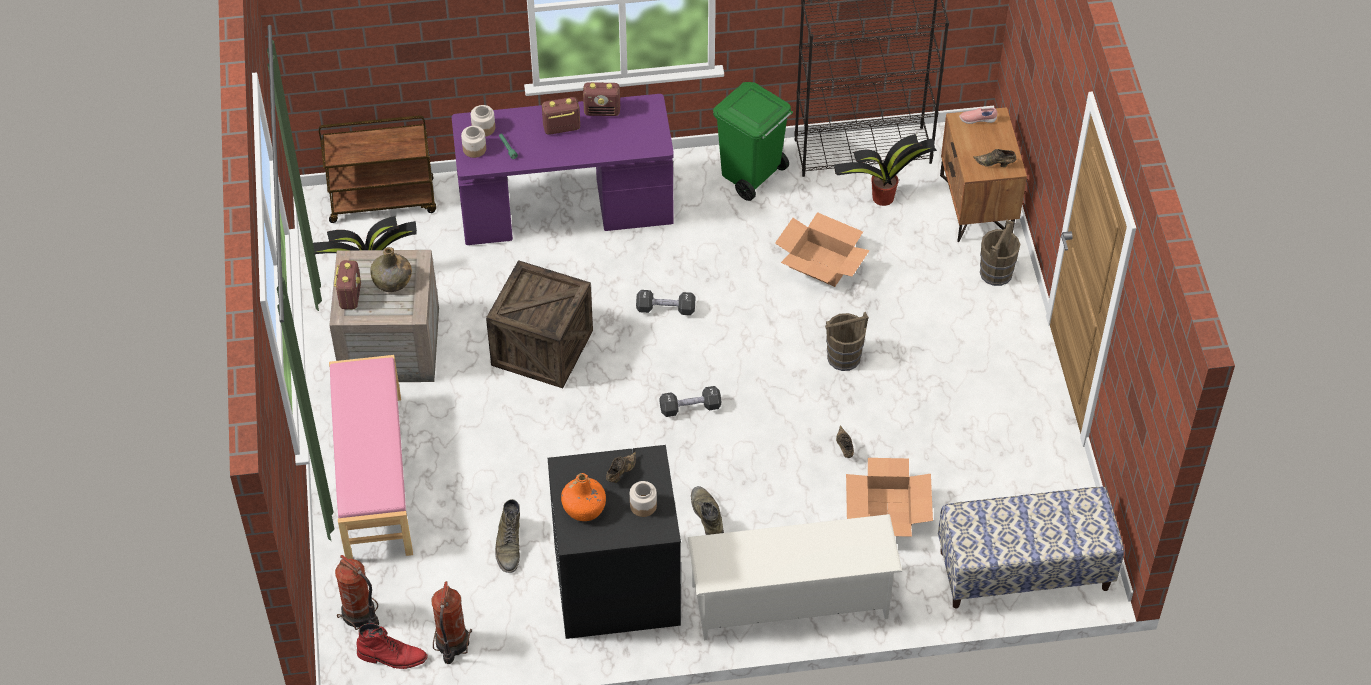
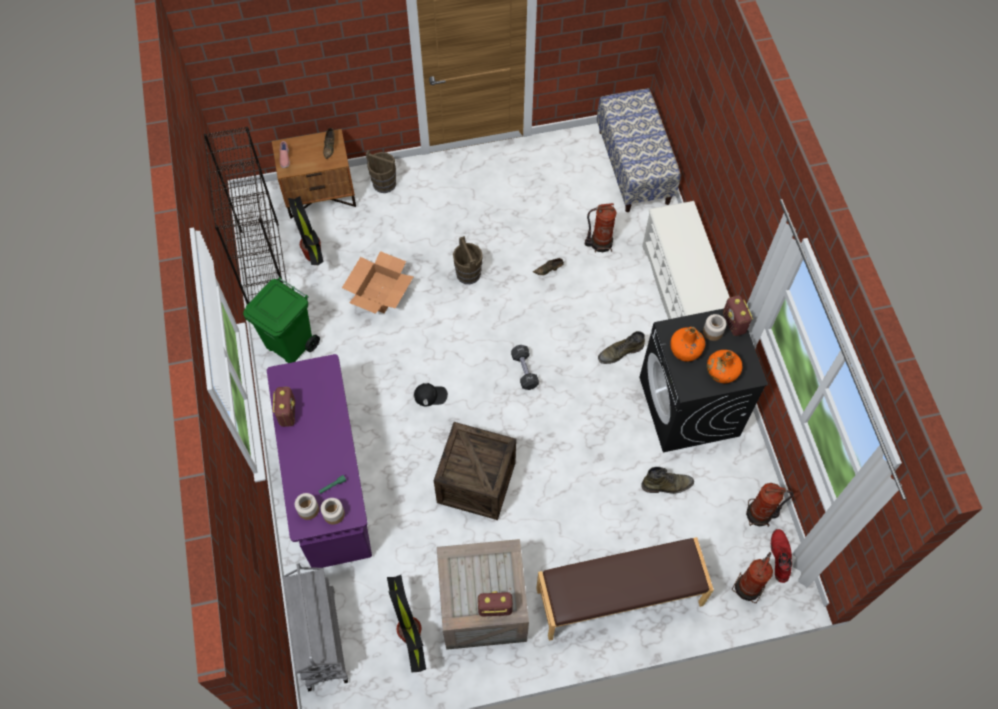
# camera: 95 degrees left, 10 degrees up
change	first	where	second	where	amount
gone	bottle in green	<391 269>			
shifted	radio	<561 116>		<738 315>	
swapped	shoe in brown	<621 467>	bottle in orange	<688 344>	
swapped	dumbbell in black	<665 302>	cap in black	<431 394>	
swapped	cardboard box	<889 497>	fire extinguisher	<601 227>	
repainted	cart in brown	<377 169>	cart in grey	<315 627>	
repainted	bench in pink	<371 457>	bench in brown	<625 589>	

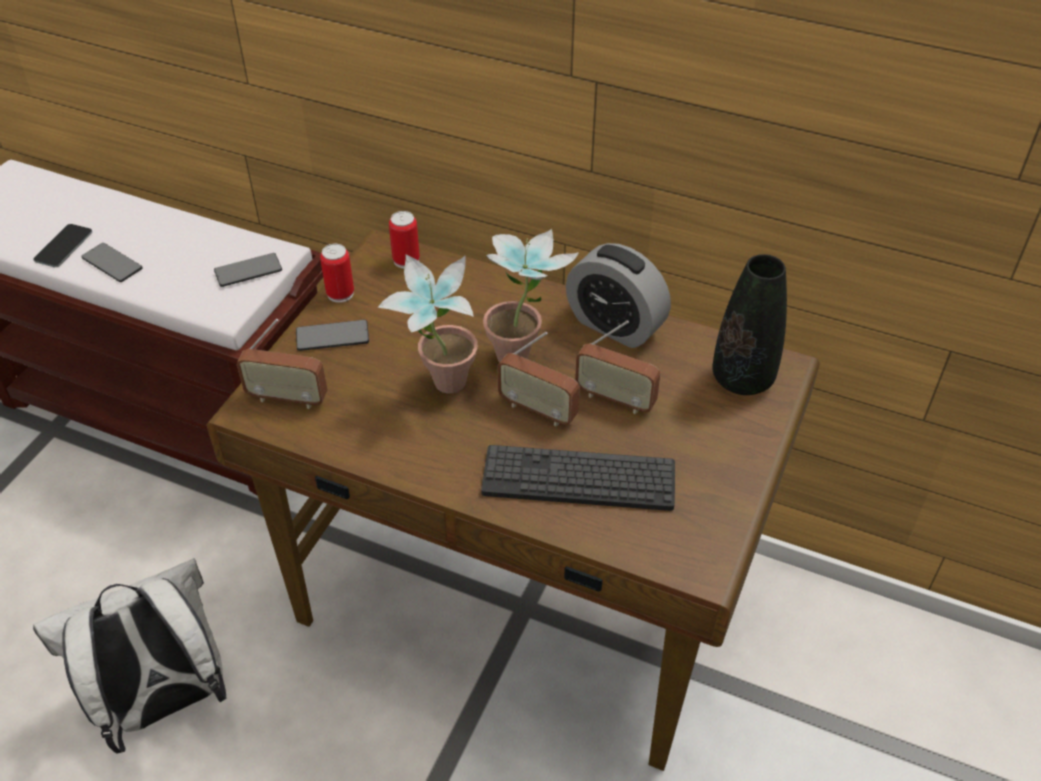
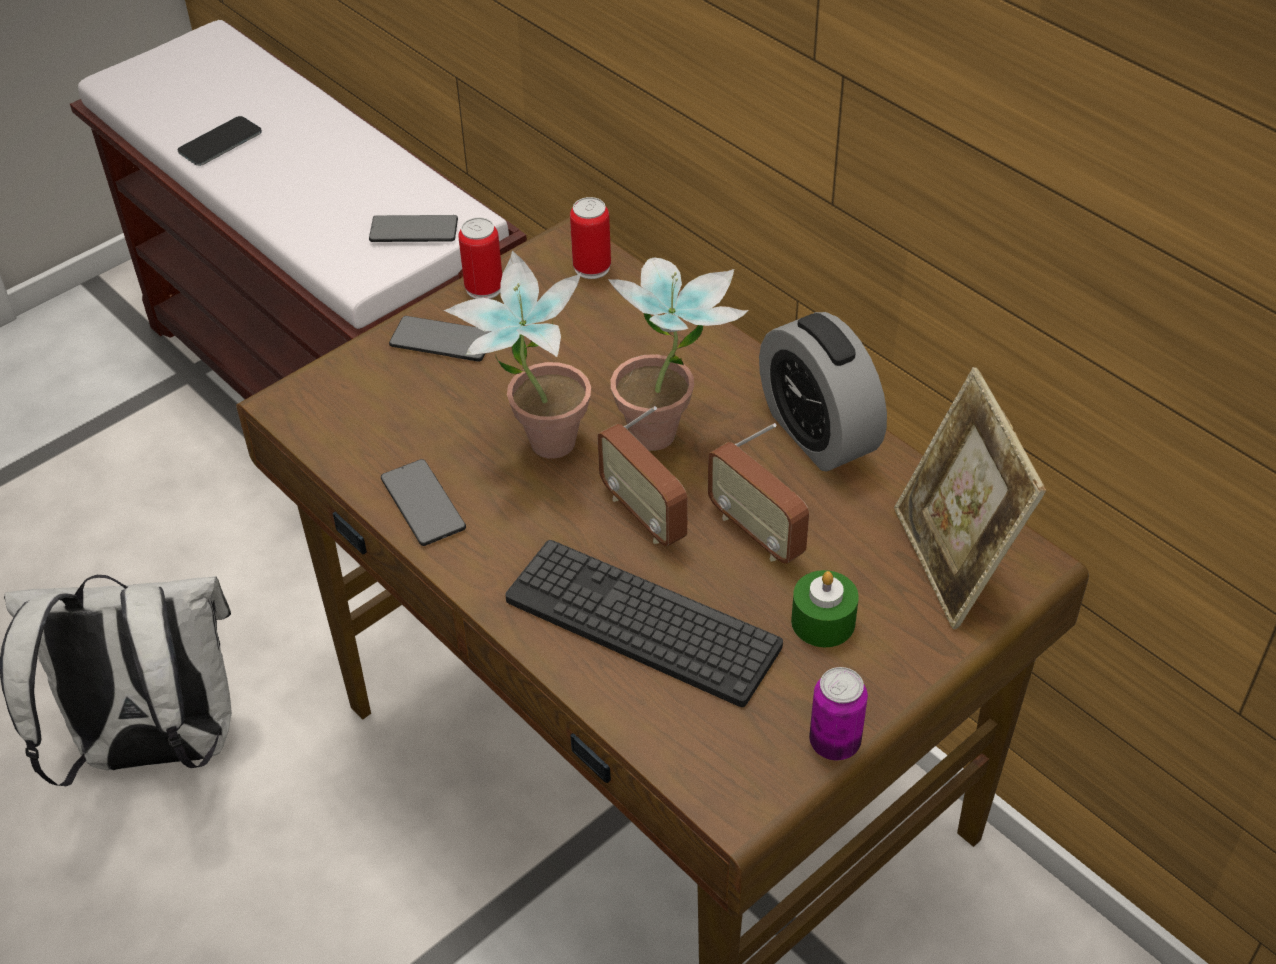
# camera: 25 degrees right, 0 degrees up
change	first	where	second	where	amount
gone	radio	<282 364>			
new			candle in green	<825 608>	
new			can	<838 713>	
shifted	phone	<111 262>		<423 502>	
swapped	vase in black	<749 324>	picture frame	<970 498>	

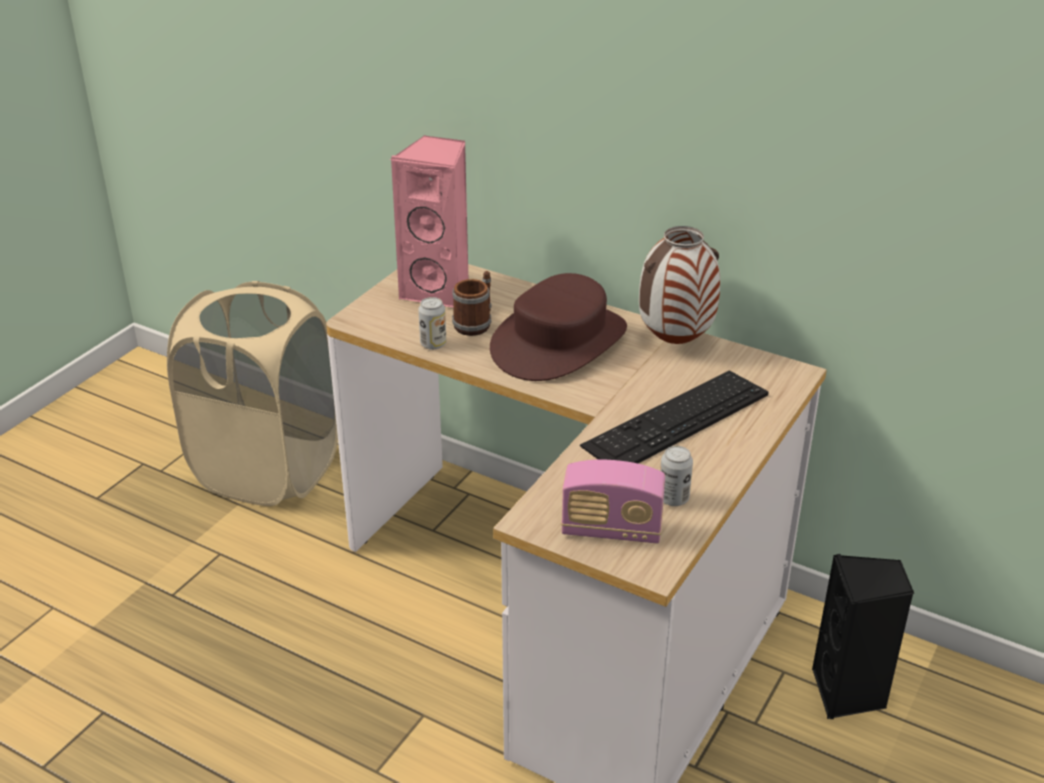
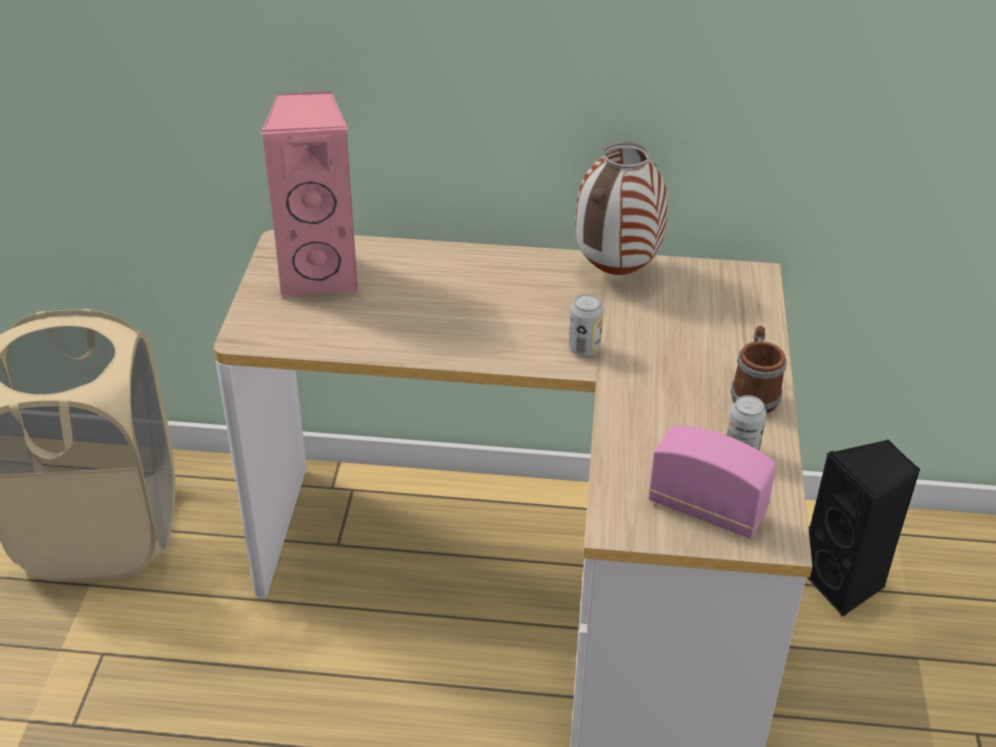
# camera: 25 degrees left, 5 degrees up
change	first	where	second	where	amount
gone	hat in brown	<558 327>			
gone	keyboard	<674 416>			
shifted	can	<432 323>		<586 325>	
shifted	mug	<472 303>		<758 369>	
rotated	radio	<613 501>		<712 482>	135 degrees counterclockwise

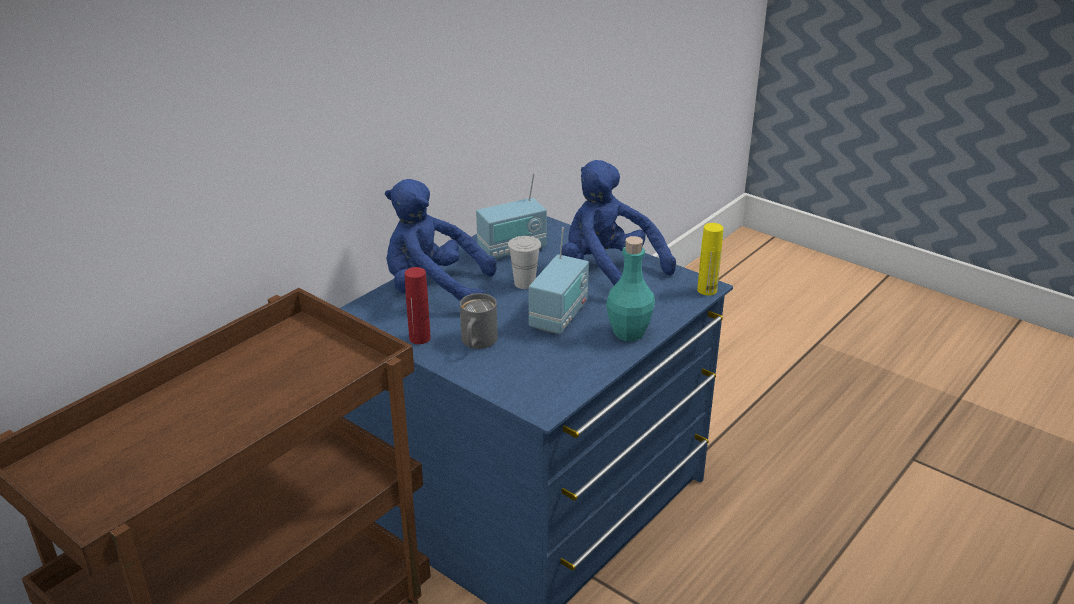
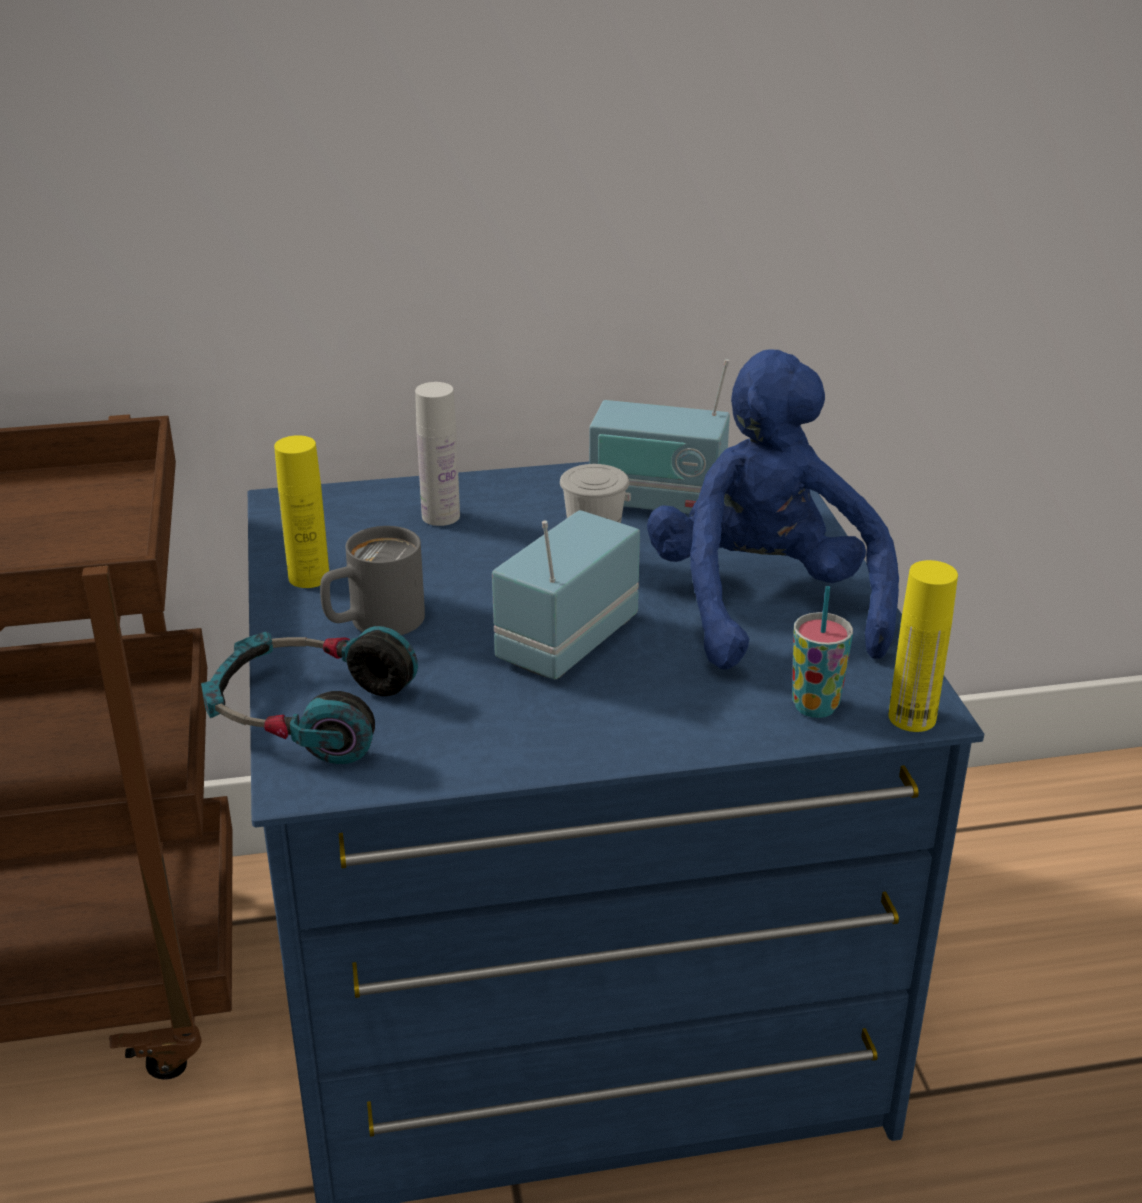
# camera: 40 degrees right, 0 degrees up
change	first	where	second	where	amount
gone	bottle in turquoise	<630 288>			
new			headphones	<309 695>	
new			cup	<822 652>	
swapped	plush toy in blue	<441 240>	bottle in white	<437 454>	
repainted	bottle in red	<418 305>	bottle in yellow	<301 511>	
rotated	radio	<559 280>		<566 595>	150 degrees clockwise

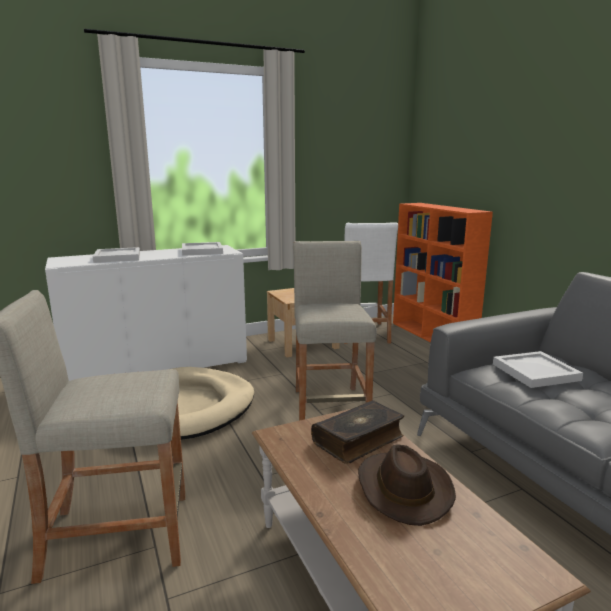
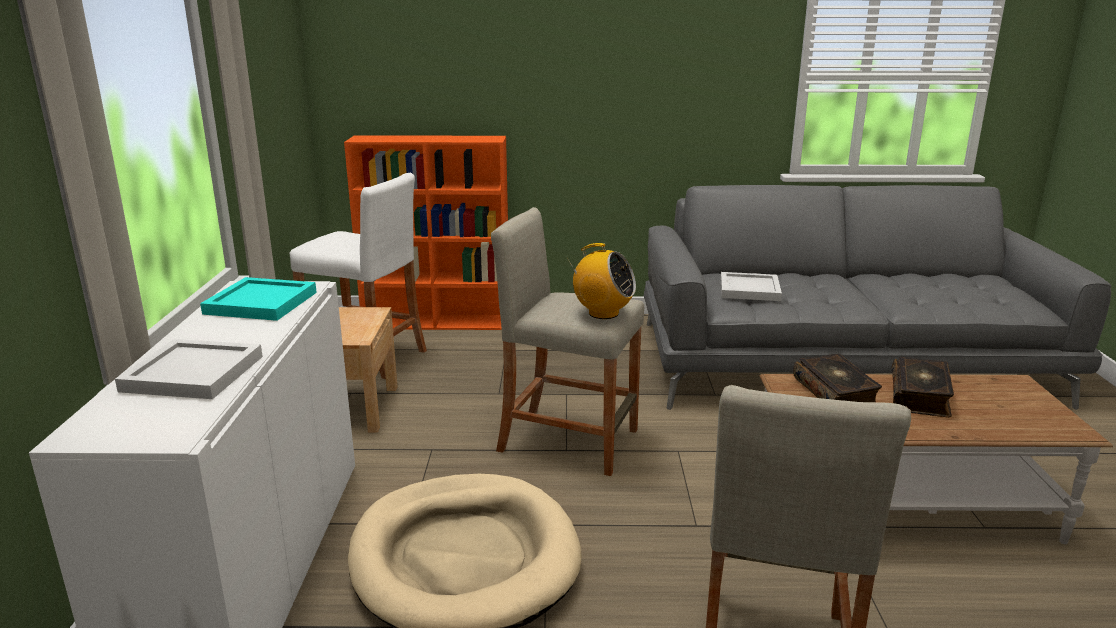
# camera: 65 degrees left, 5 degrees up
change	first	where	second	where	amount
new			radio	<601 281>	
swapped	hat in brown	<407 485>	book	<923 387>	
repainted	tray in white	<202 249>	tray in turquoise	<258 299>	

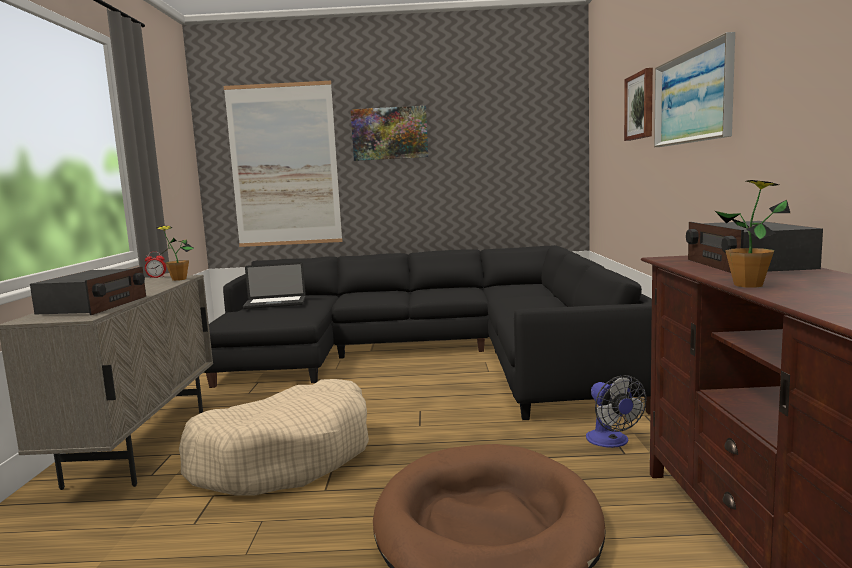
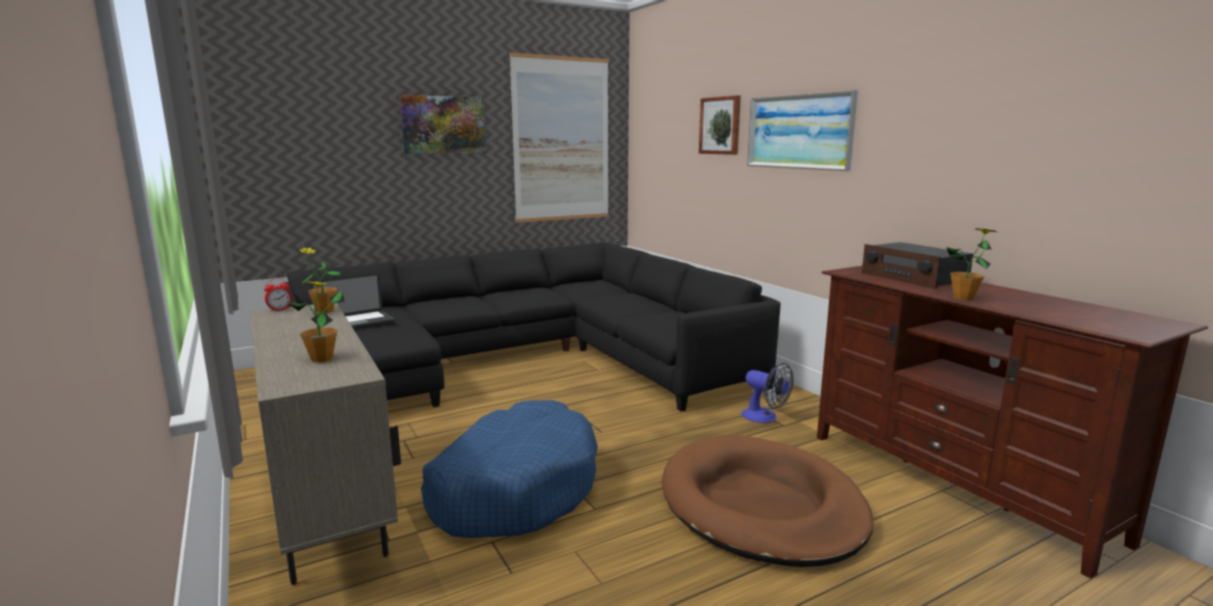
# camera: 30 degrees left, 5 degrees up
change	first	where	second	where	amount
shifted	picture	<283 164>		<559 137>	
swapped	radio	<88 290>	potted plant	<316 321>	
repainted	dog bed in beige	<274 437>	dog bed in blue	<509 469>	

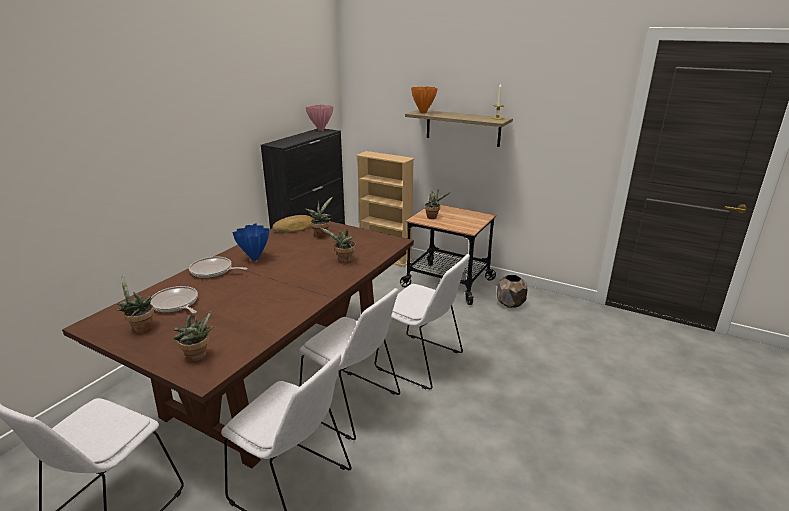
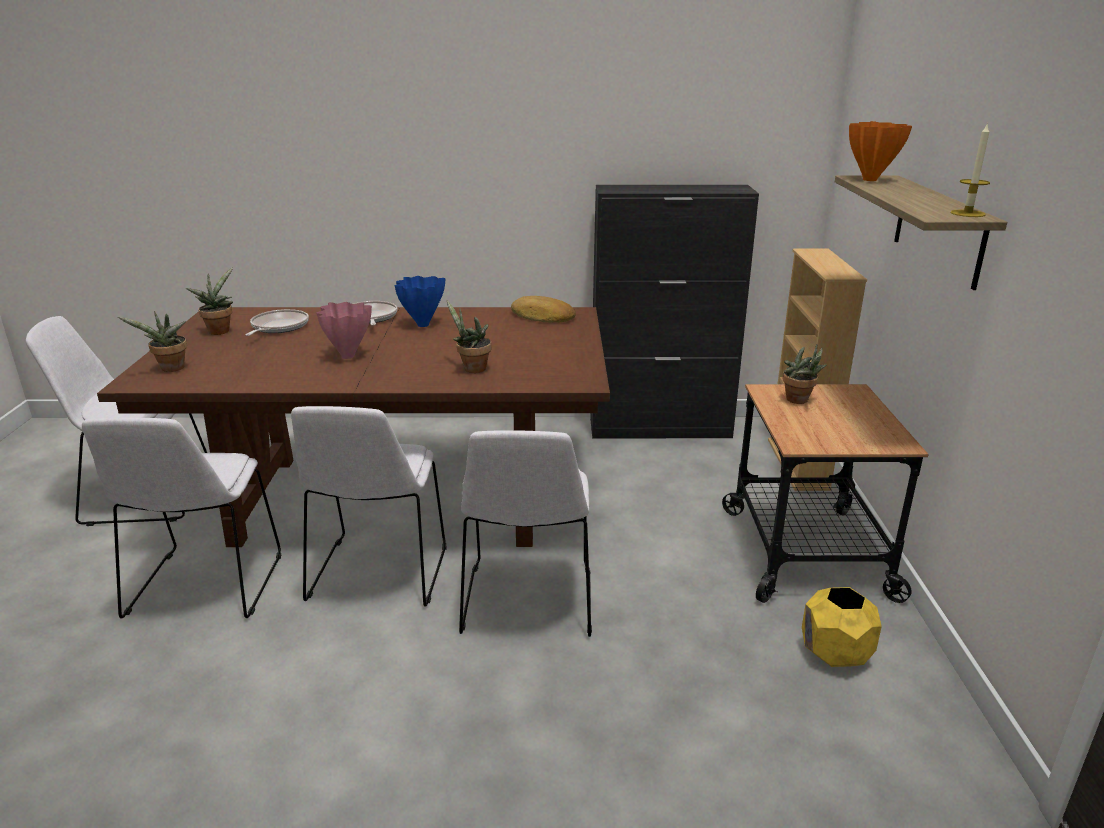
# camera: 60 degrees right, 0 degrees up
change	first	where	second	where	amount
gone	potted plant	<319 217>			
shifted	vase in pink	<319 118>		<344 330>	
repainted	planter in brown	<512 291>	planter in yellow	<842 627>	

